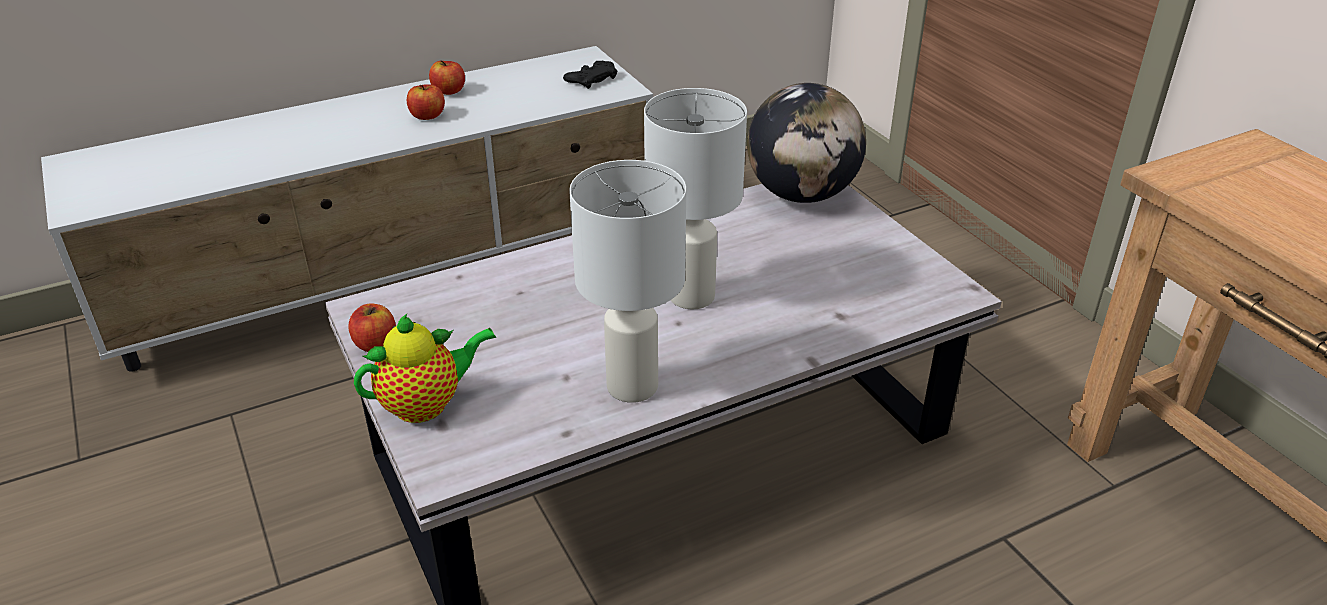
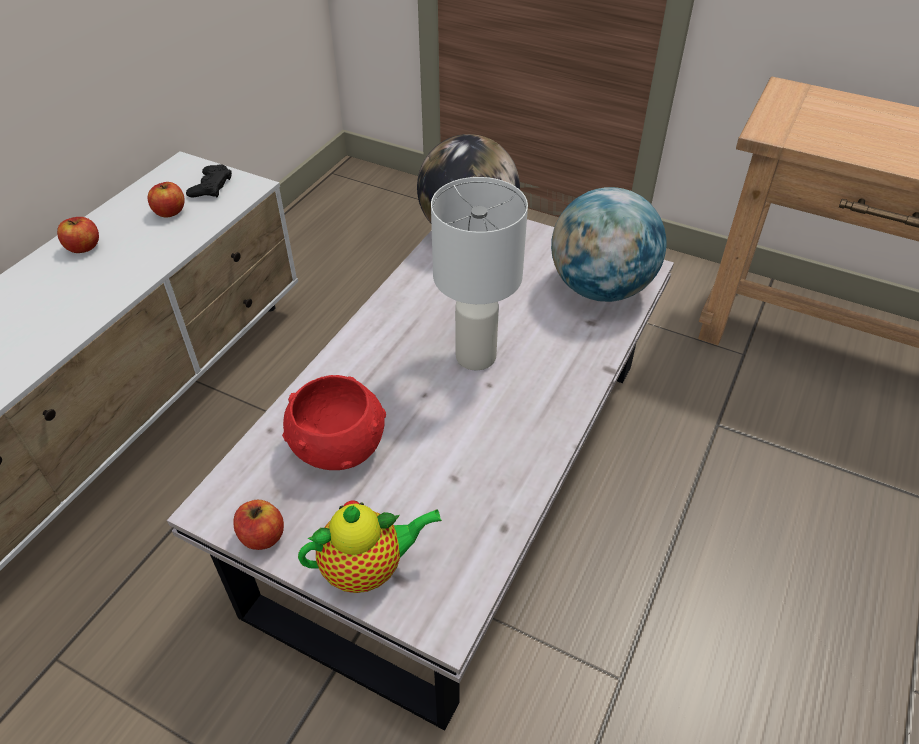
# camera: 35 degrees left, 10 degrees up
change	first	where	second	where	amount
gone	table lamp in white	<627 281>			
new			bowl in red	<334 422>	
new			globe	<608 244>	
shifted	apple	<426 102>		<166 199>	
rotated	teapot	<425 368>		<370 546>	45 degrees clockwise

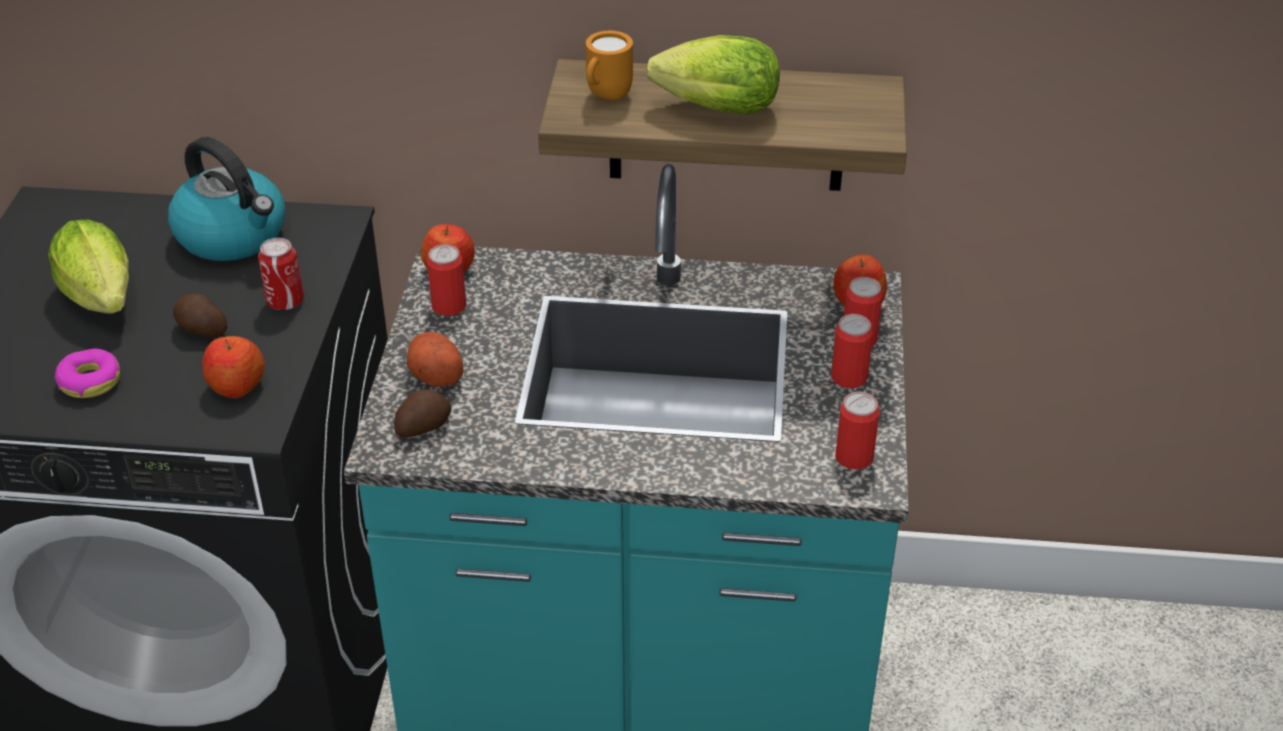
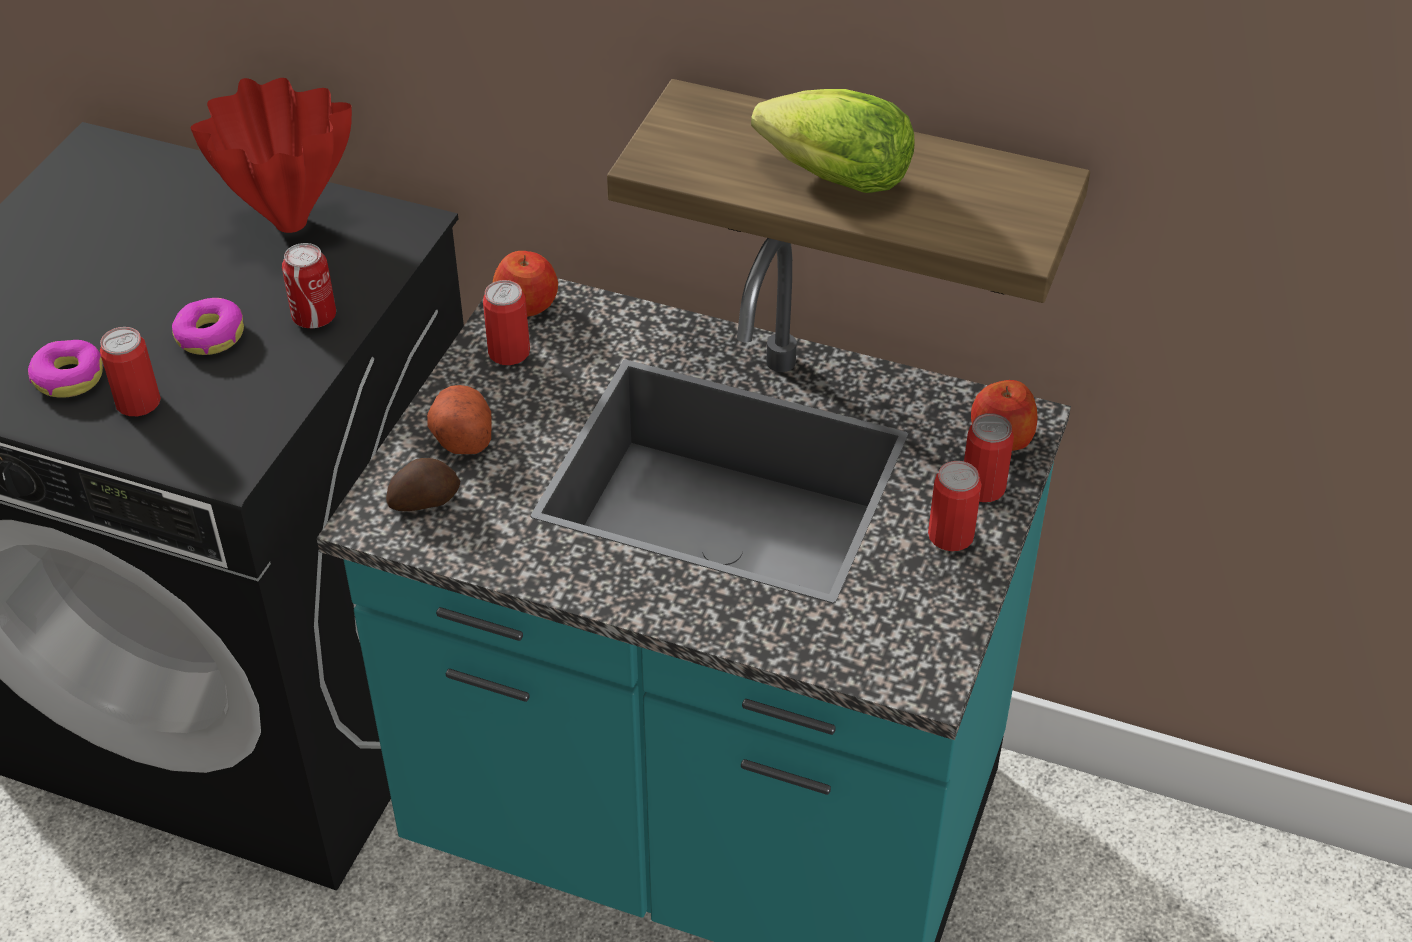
# camera: 15 degrees right, 5 degrees up
change	first	where	second	where	amount
gone	lettuce	<88 267>			
gone	apple	<233 367>			
gone	mug in orange	<609 66>			
shifted	can	<857 430>		<130 371>	
swapped	kettle	<226 199>	vase in red	<271 155>	
swapped	potato	<200 315>	donut	<208 326>	

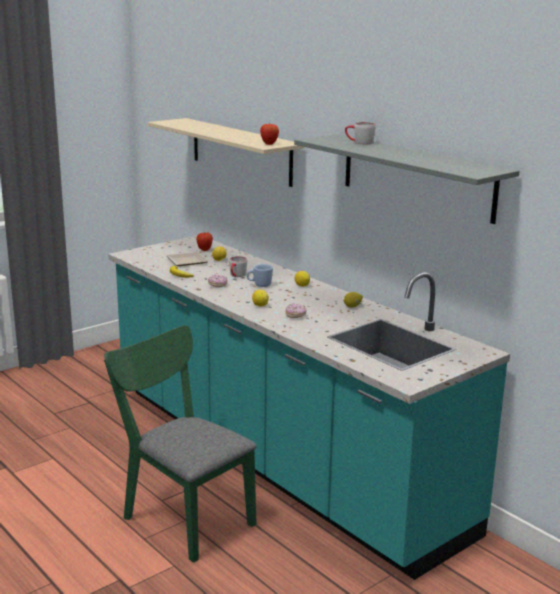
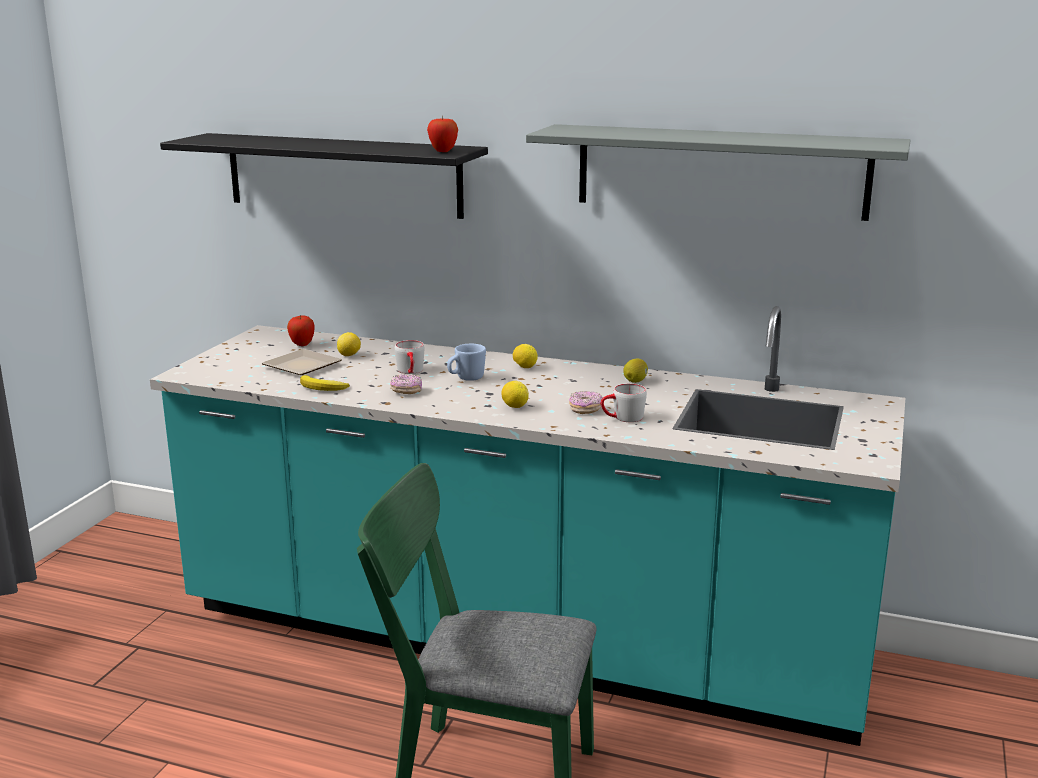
# camera: 30 degrees left, 0 degrees up
change	first	where	second	where	amount
shifted	mug in grey	<360 133>		<624 402>	
repainted	shelf in beige	<226 152>	shelf in black	<324 176>	

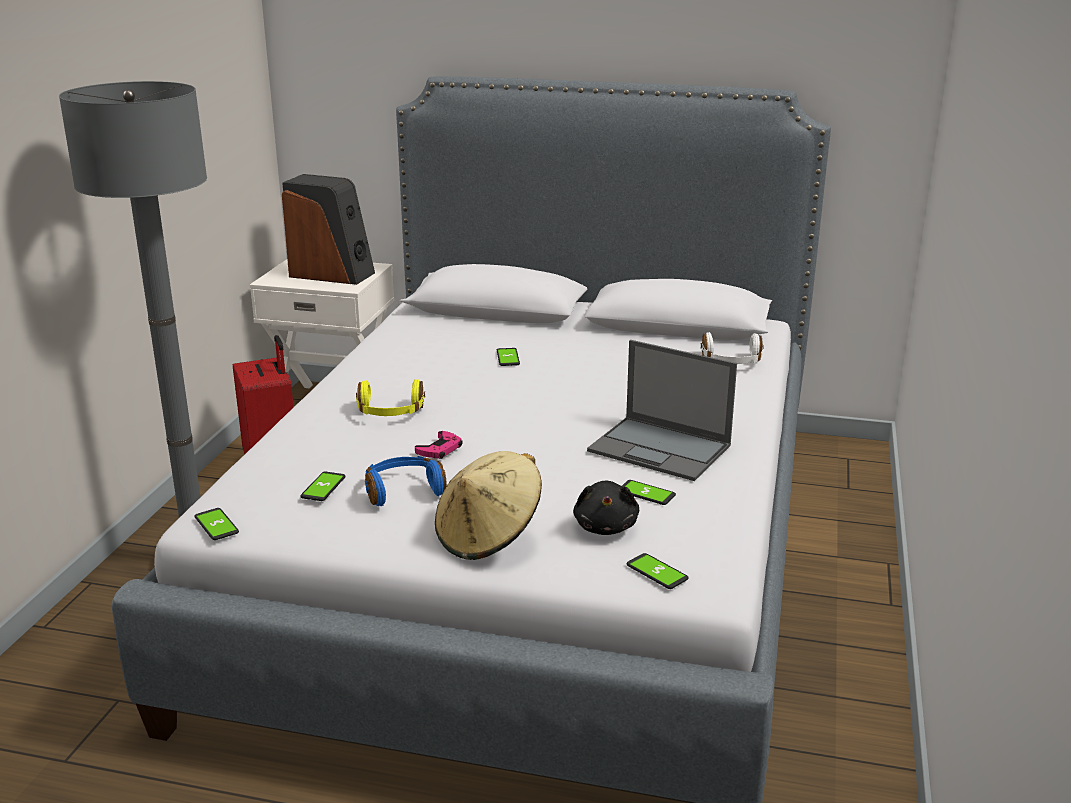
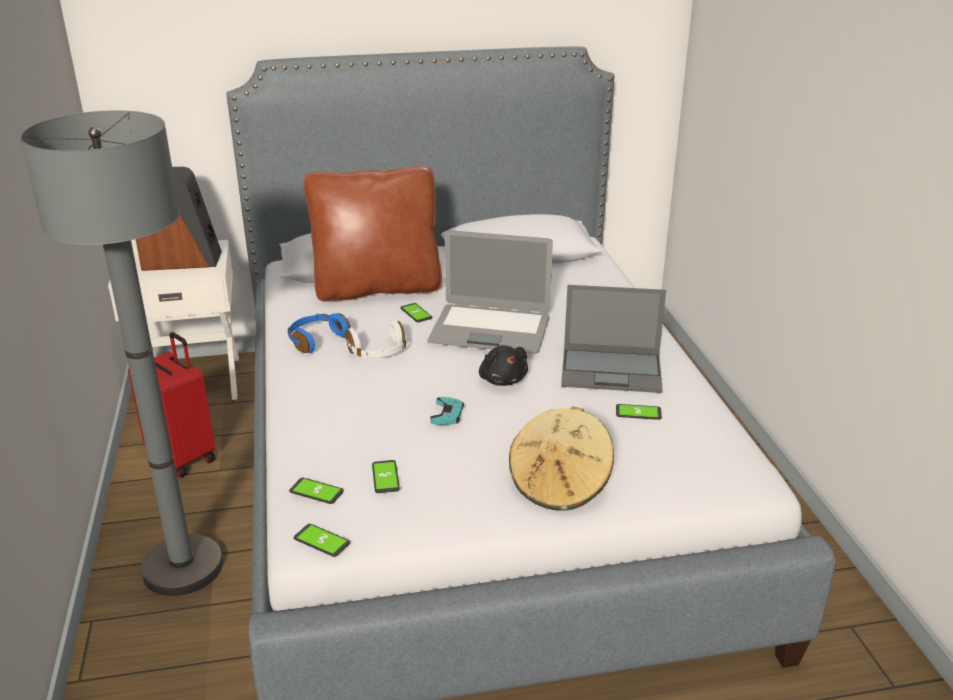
# camera: 25 degrees left, 5 degrees up
change	first	where	second	where	amount
gone	headphones in yellow	<390 397>			
new			pillow in brown	<373 234>	
new			laptop	<490 292>	
shifted	headphones in blue	<406 481>		<319 333>	
shifted	plush toy in black	<606 508>		<503 365>	
shifted	phone	<657 571>		<316 491>	
shifted	headphones in white	<732 348>		<376 339>	
repainted	game controller in pink	<439 445>	game controller in turquoise	<447 411>	

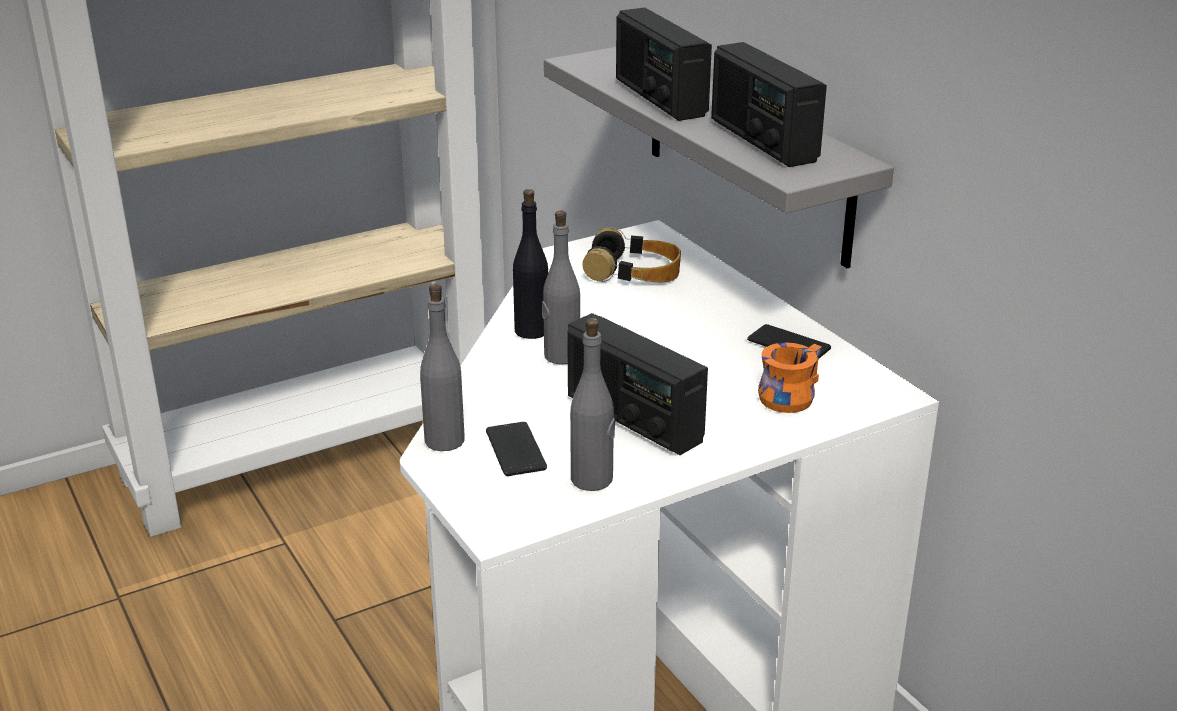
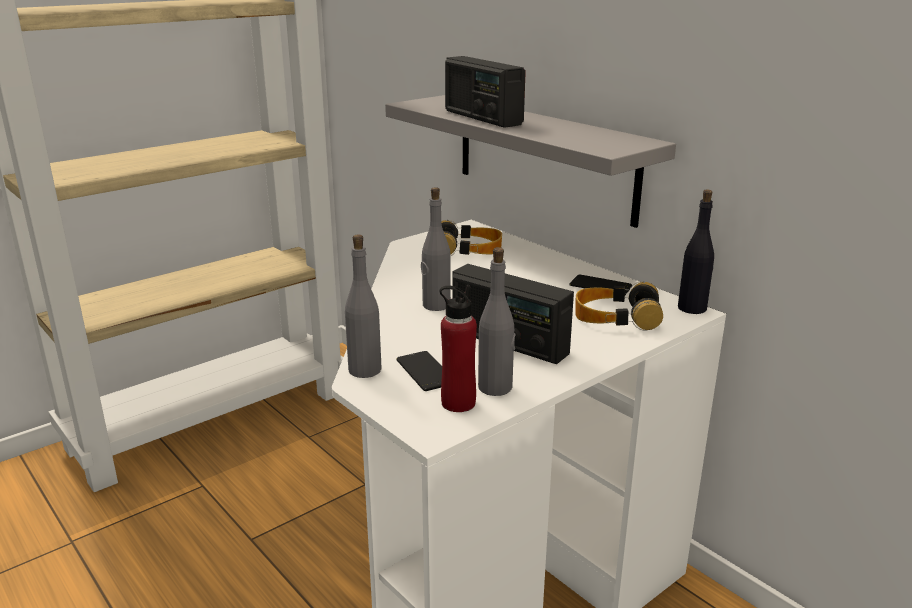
# camera: 10 degrees left, 5 degrees down
change	first	where	second	where	amount
gone	radio	<769 104>			
new			bottle in red	<458 348>	
shifted	bottle in black	<530 264>		<696 252>	
swapped	mug in orange	<790 377>	headphones	<619 306>	

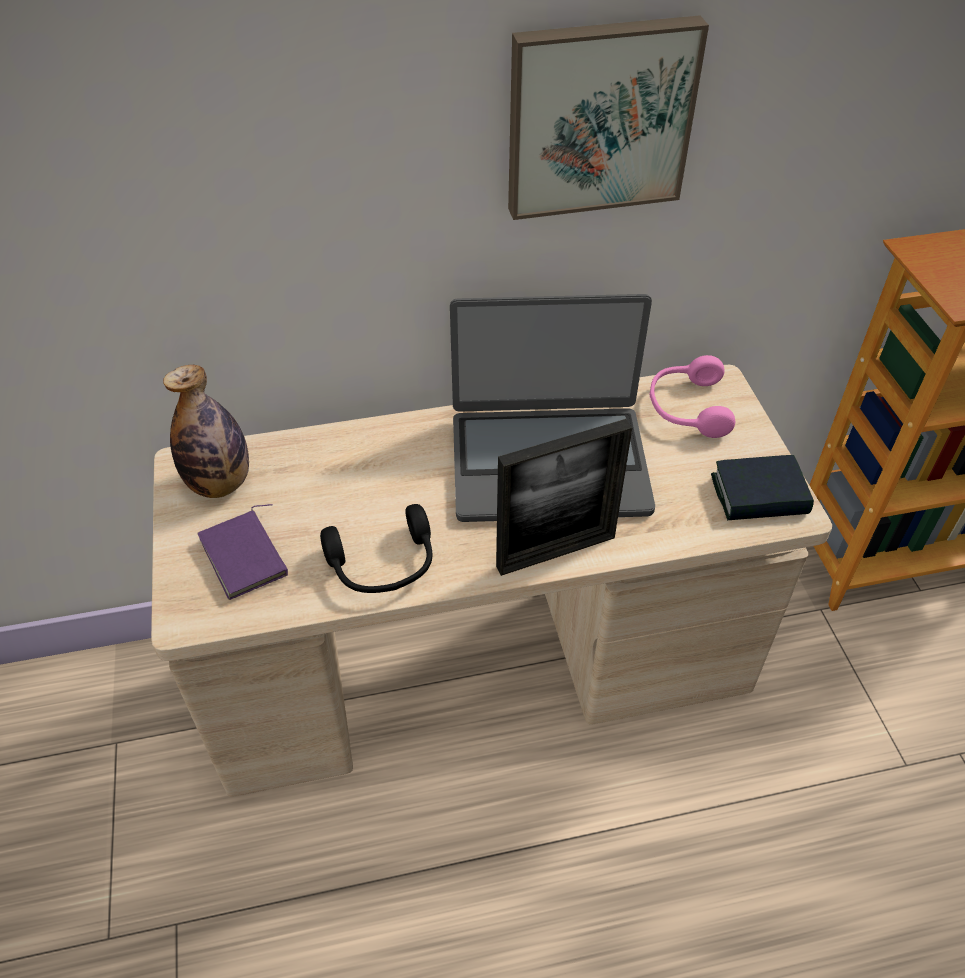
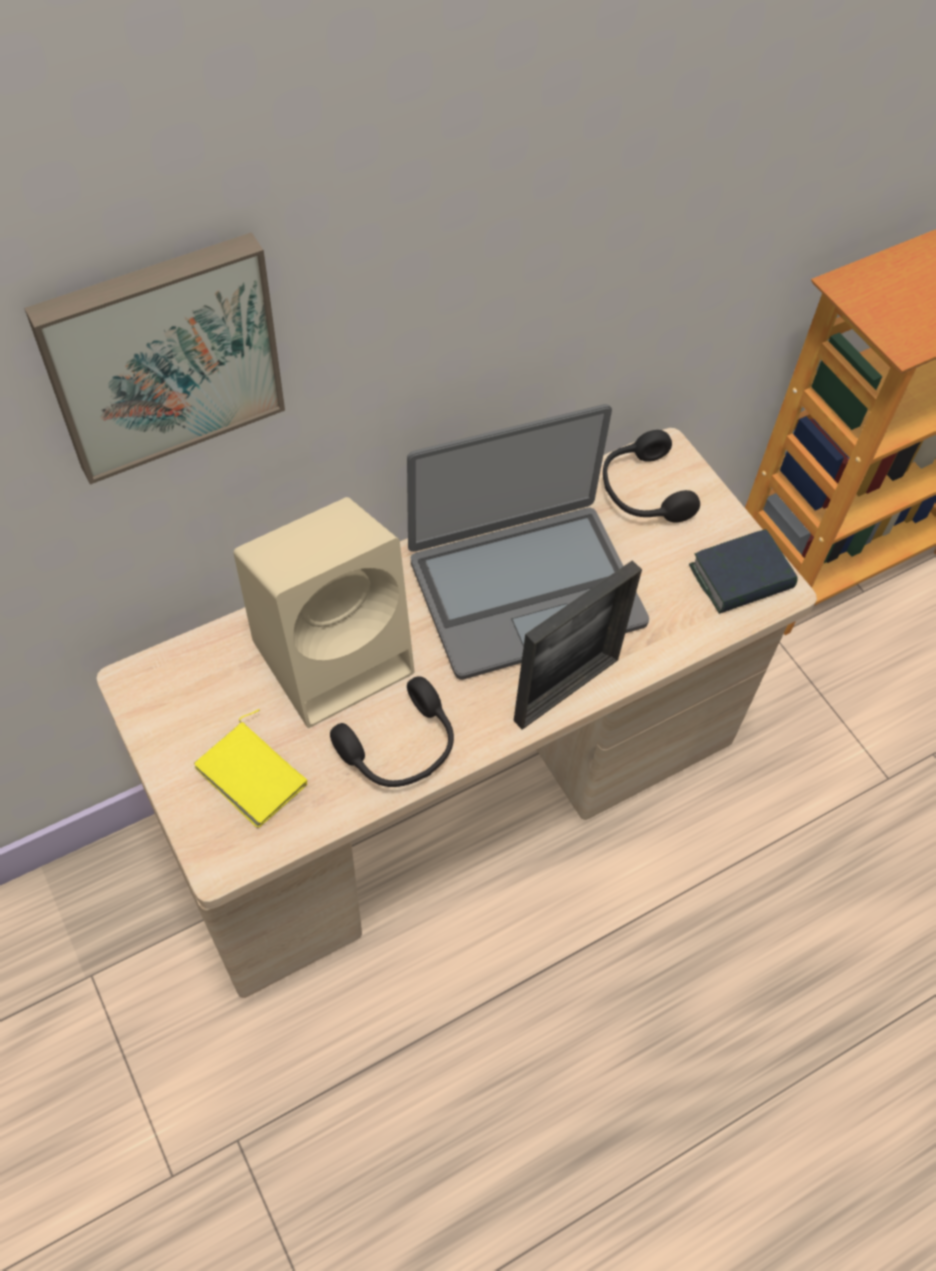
# camera: 20 degrees left, 10 degrees up
change	first	where	second	where	amount
gone	bottle	<206 431>			
new			speaker in beige	<324 612>	
shifted	picture	<608 117>		<154 358>	
repainted	book in purple	<242 552>	book in yellow	<250 768>	
repainted	headphones in pink	<692 396>	headphones in black	<651 476>	

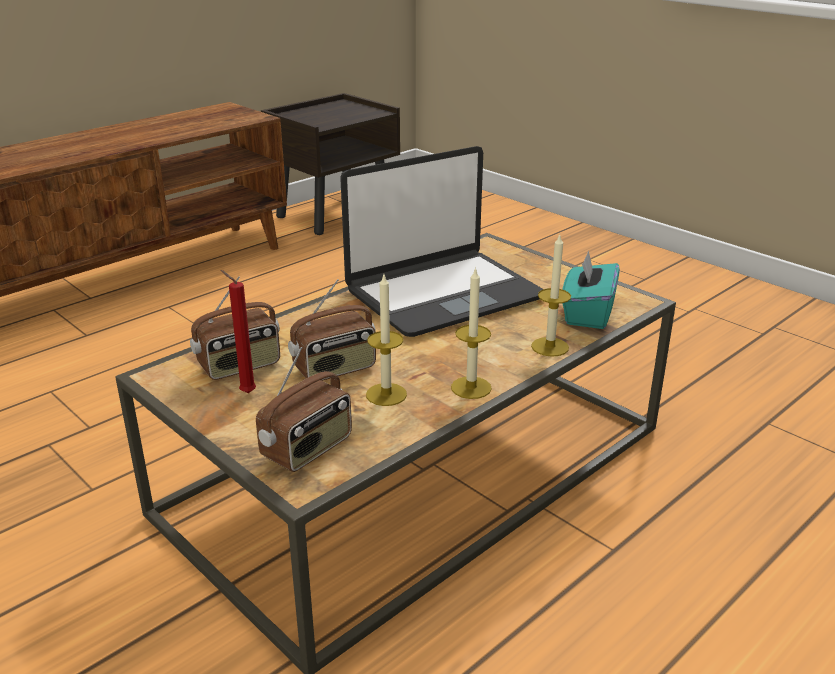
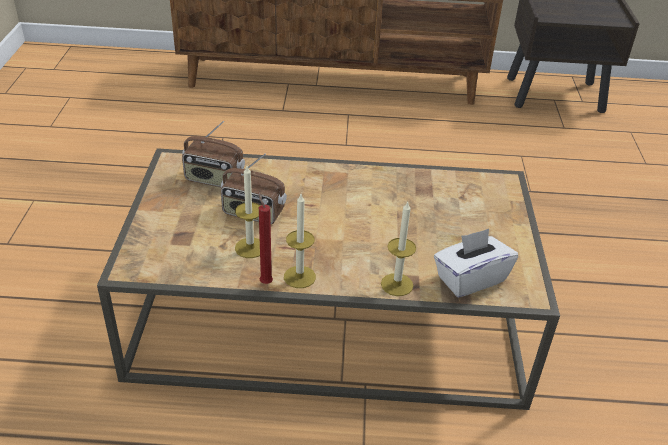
# camera: 45 degrees right, 10 degrees up
change	first	where	second	where	amount
gone	radio	<304 409>			
gone	laptop	<441 241>			
shifted	candle in red	<238 331>		<266 238>	
repainted	tissue box in turquoise	<591 290>	tissue box in white	<476 263>	

